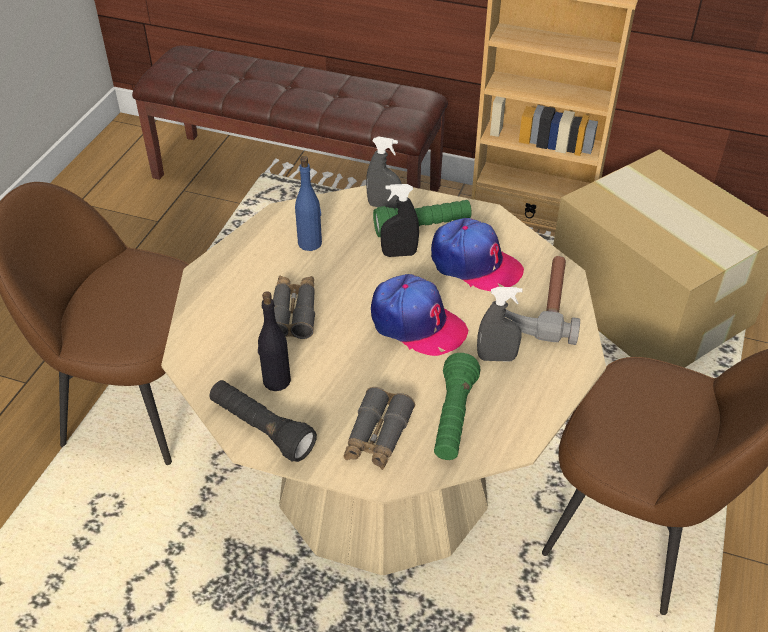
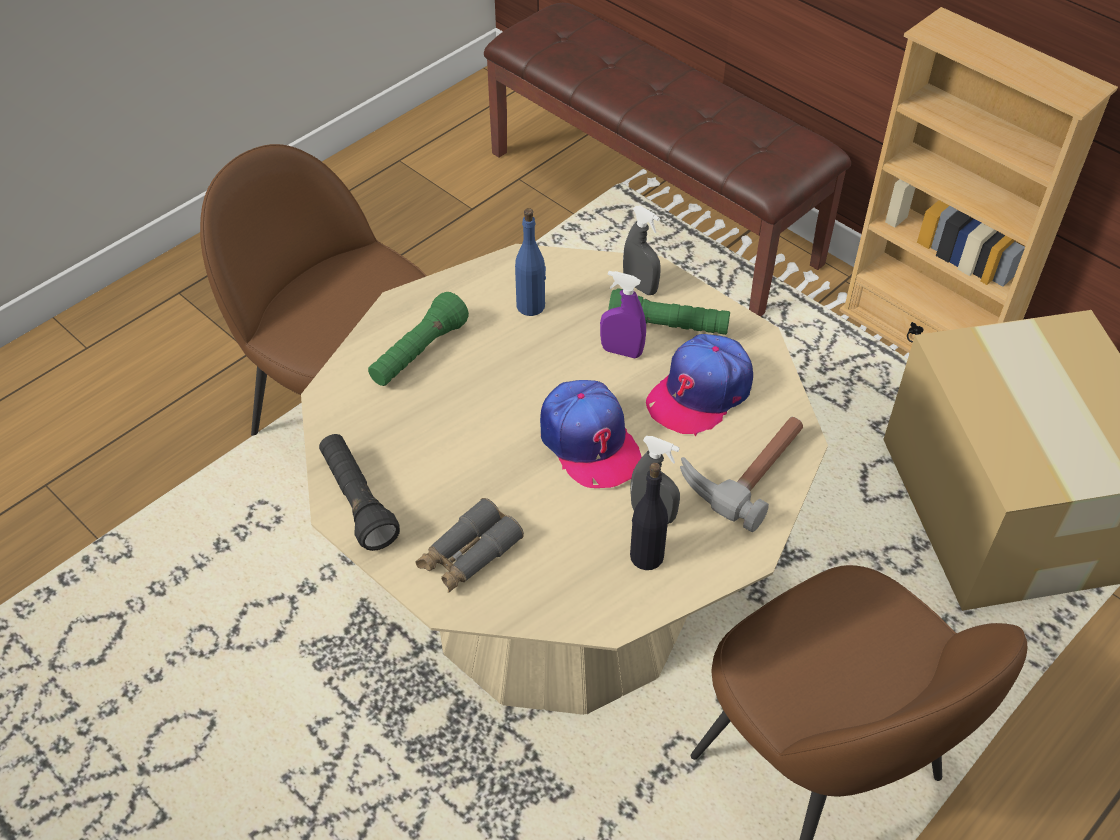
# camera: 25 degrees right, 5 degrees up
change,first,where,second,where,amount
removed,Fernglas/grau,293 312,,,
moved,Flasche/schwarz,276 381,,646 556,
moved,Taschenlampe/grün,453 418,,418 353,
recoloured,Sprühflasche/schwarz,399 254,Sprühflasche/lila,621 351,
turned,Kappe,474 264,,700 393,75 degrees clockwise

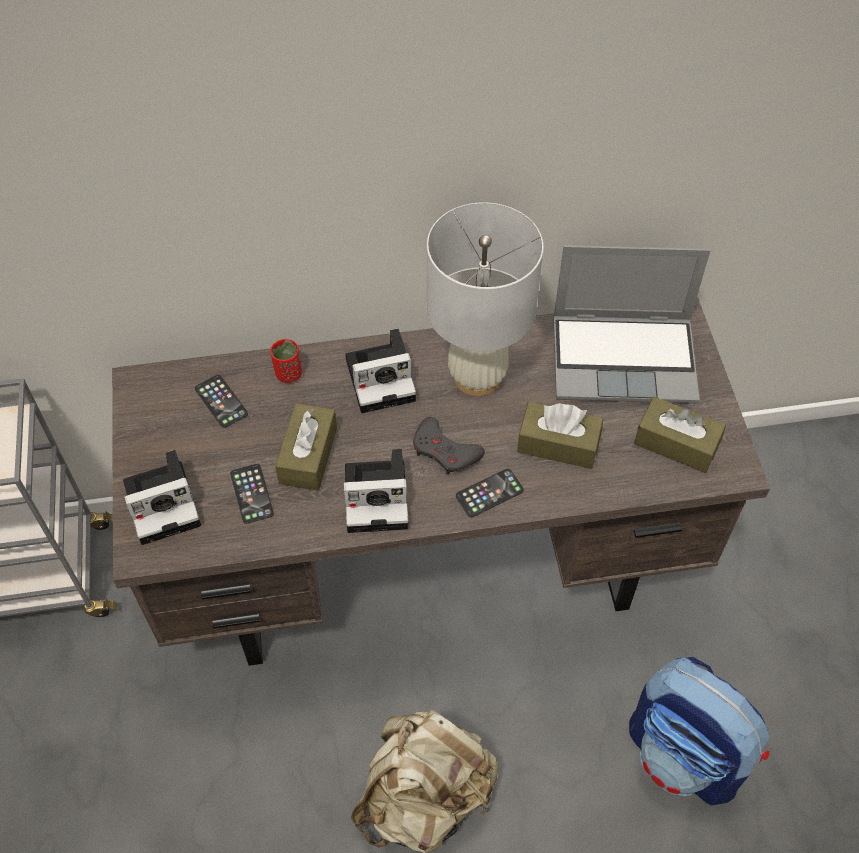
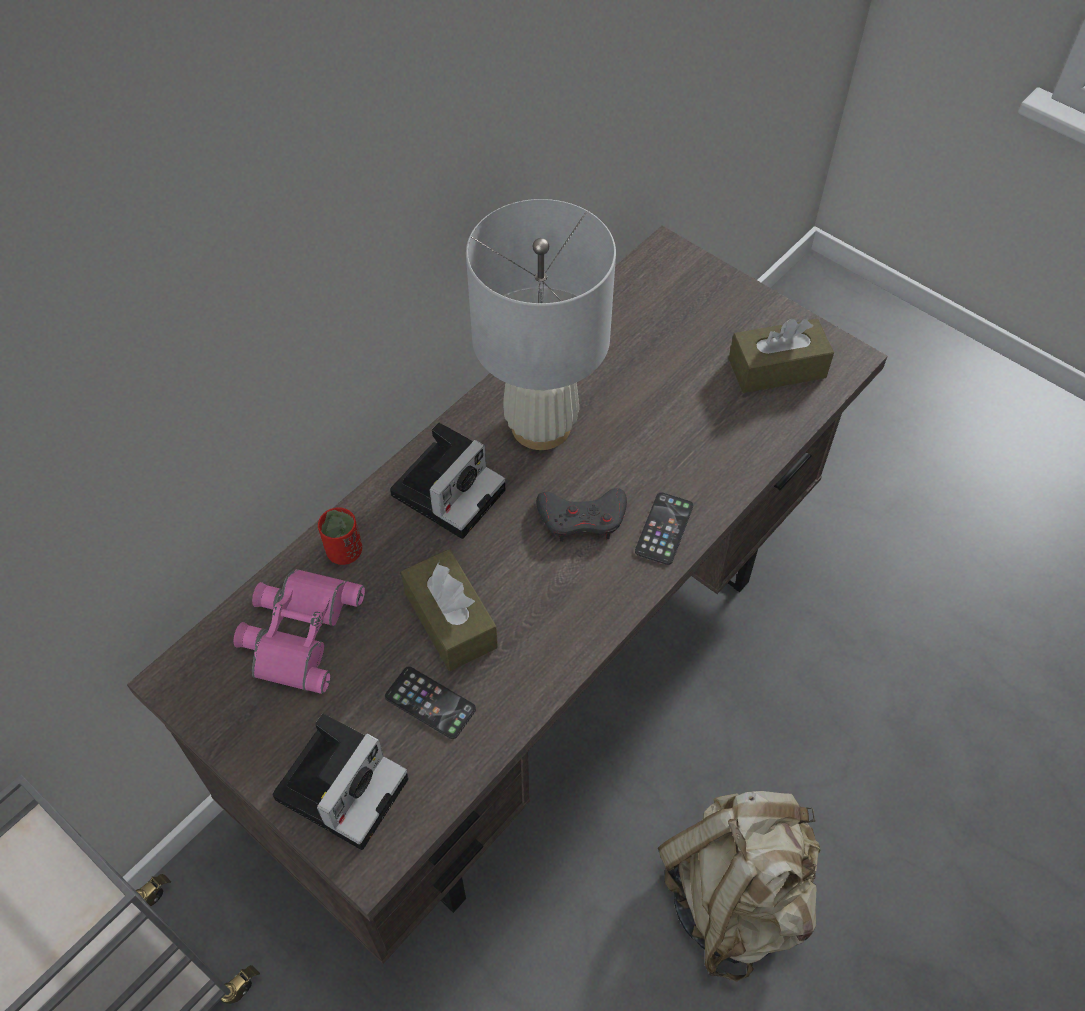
# camera: 40 degrees left, 0 degrees up
change,first,where,second,where,amount
removed,Kamera,379 497,,,
removed,Taschentuchbox/braun,558 444,,,
removed,Laptop,625 359,,,
removed,Rucksack,685 755,,,
replaced,Handy,221 401,Fernglas/rosa,297 631,

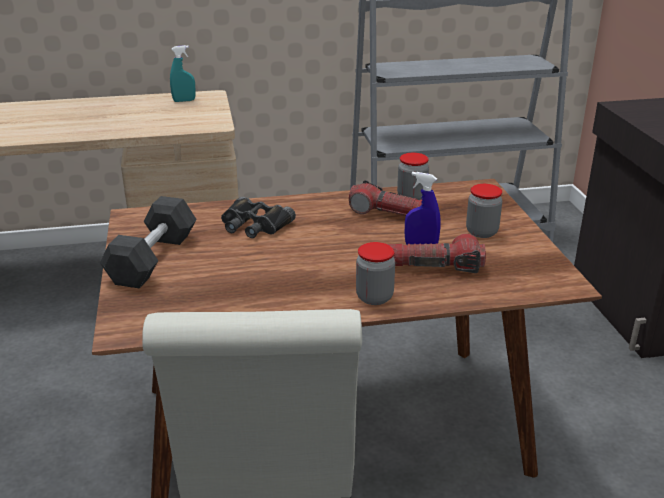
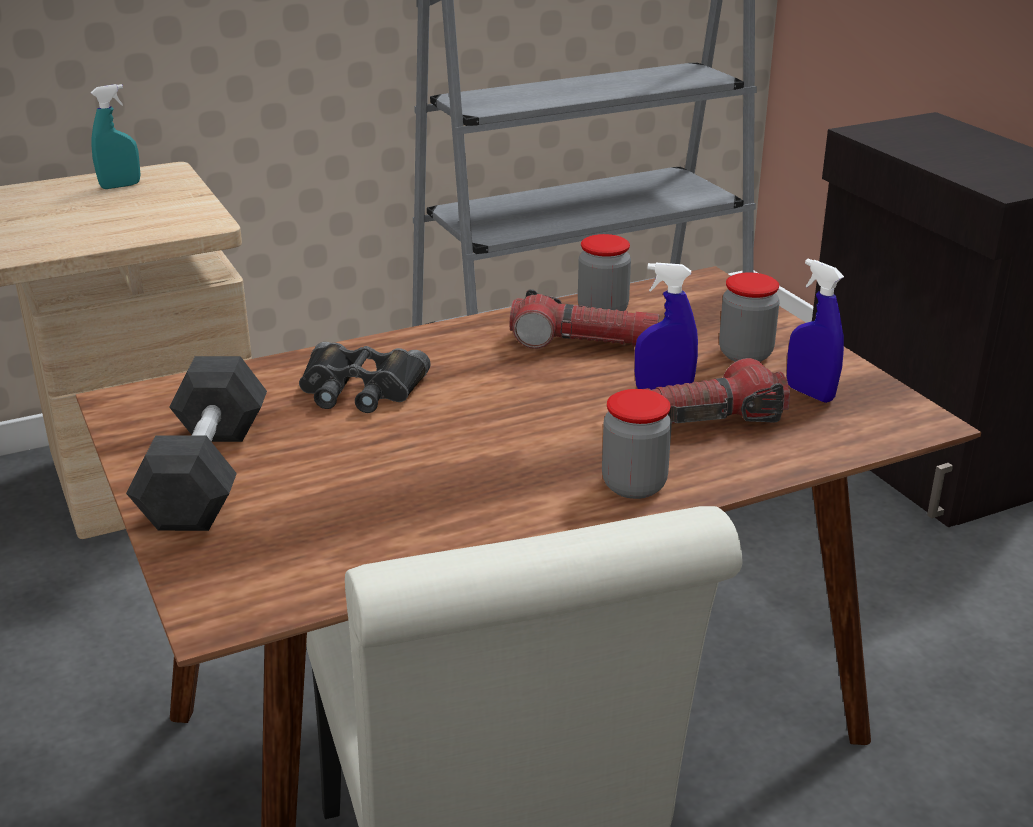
# camera: 15 degrees left, 0 degrees up
change,first,where,second,where,amount
added,,,Sprühflasche/blau,810 393,

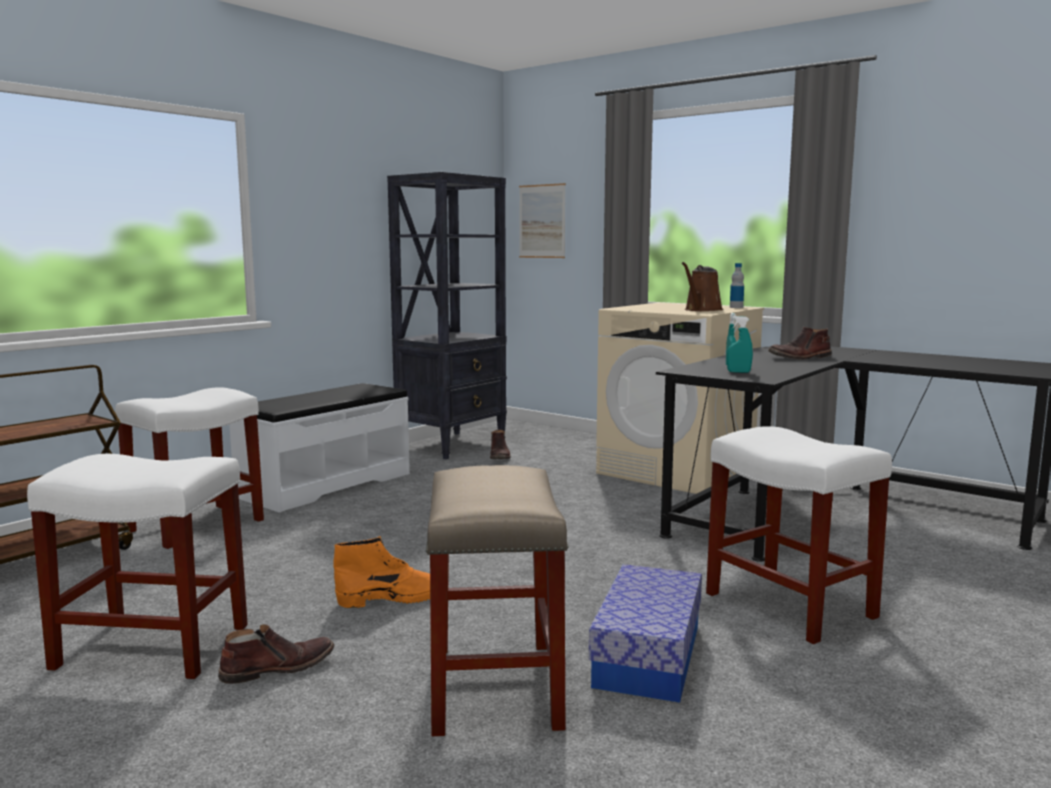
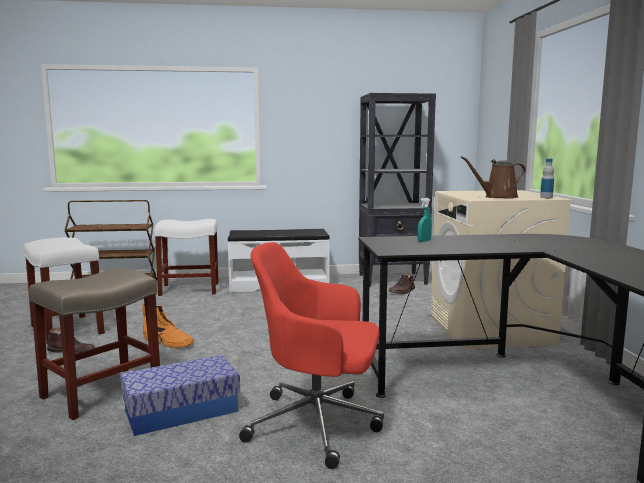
# camera: 45 degrees right, 0 degrees up
change,first,where,second,where,amount
removed,Bild,542 221,,,
removed,Sprühflasche/türkis,738 372,,,
removed,Stiefel/braun,800 357,,,
replaced,Hocker/weiß,787 604,Bürostuhl/rot,318 424,

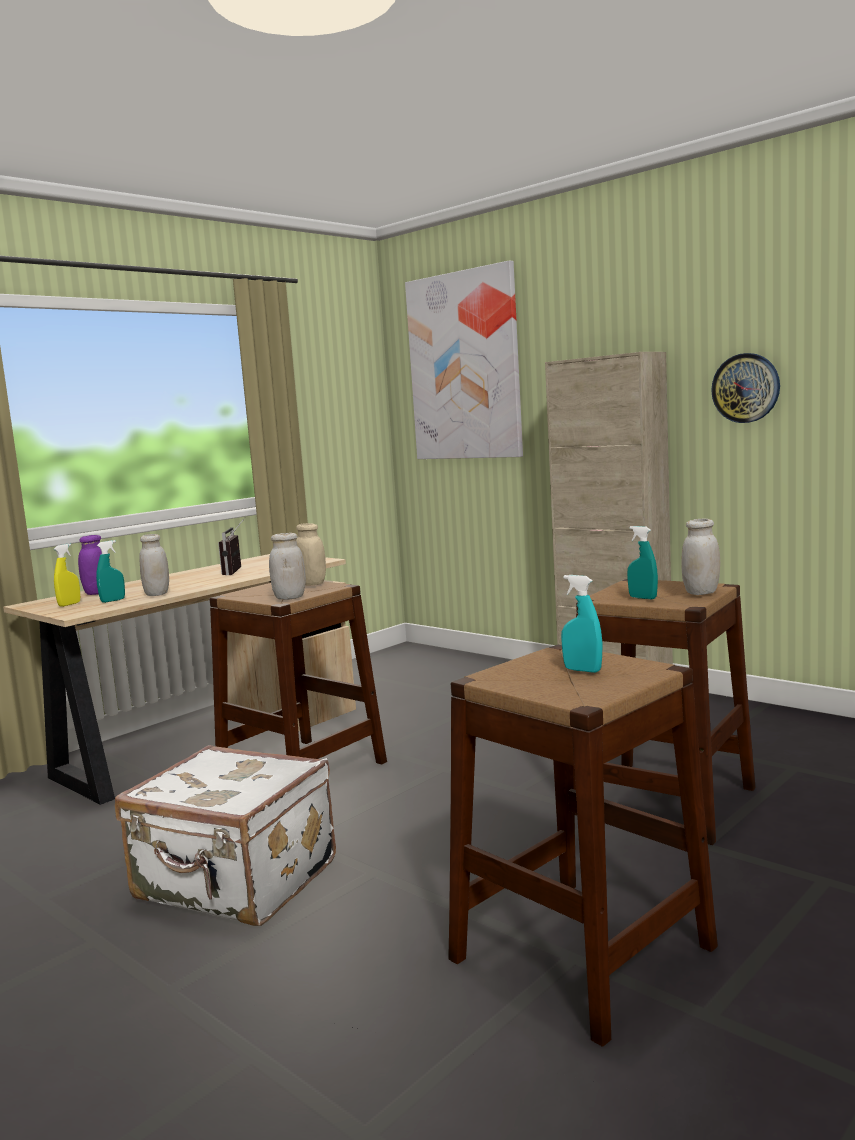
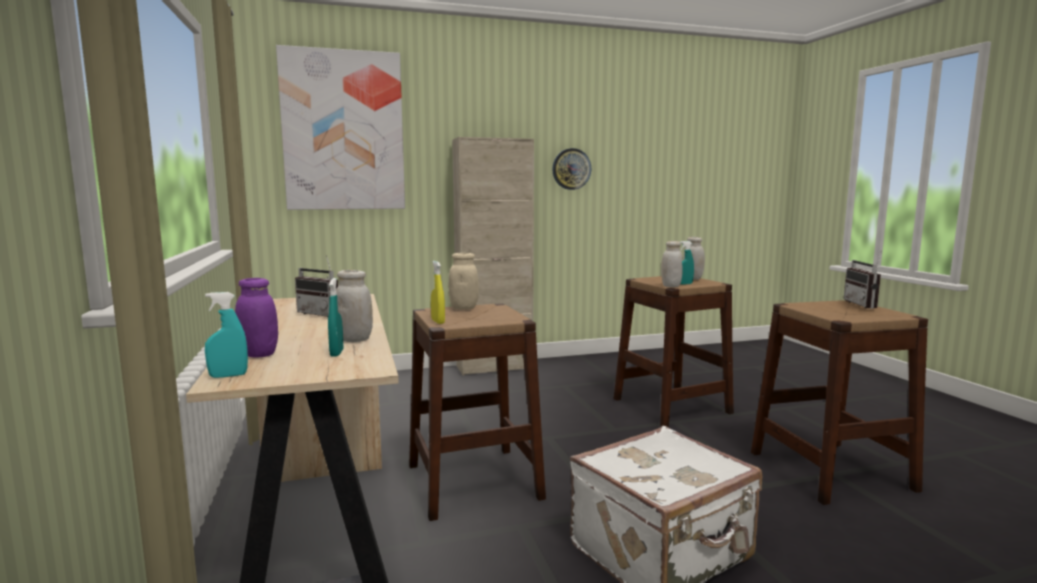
# camera: 60 degrees left, 0 degrees up
change,first,where,second,where,amount
added,,,Radio,865 305,
moved,Sprühflasche/gelb,69 604,,438 322,
moved,Vorratsglas/weiß,289 597,,671 286,
moved,Sprühflasche/türkis,582 670,,228 376,

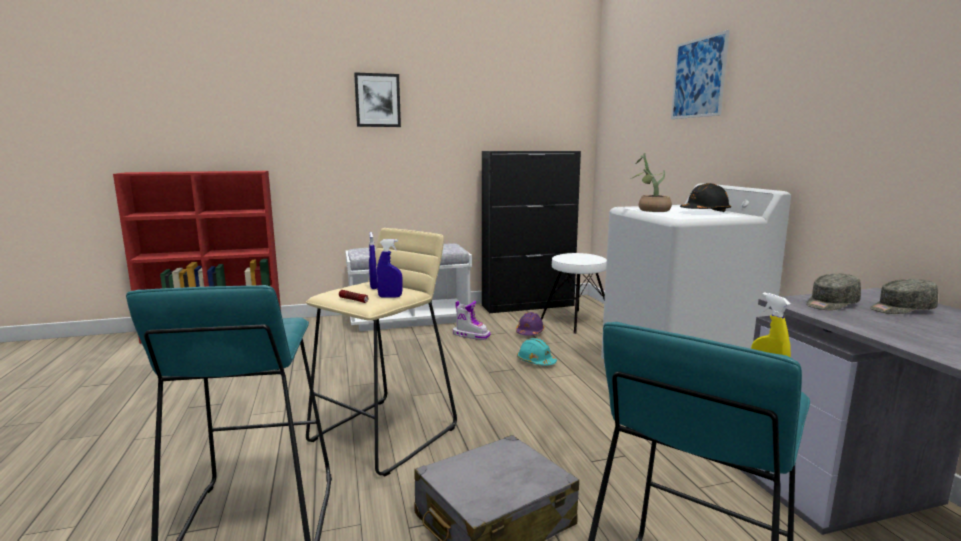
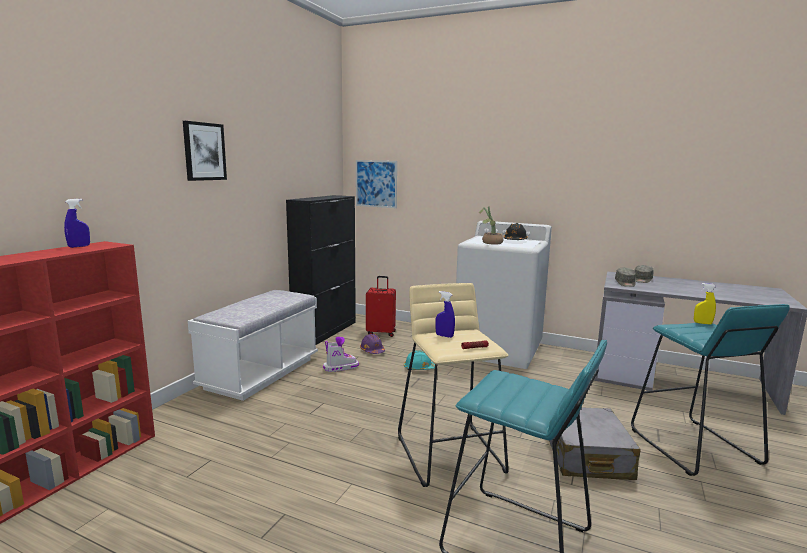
# camera: 50 degrees left, 0 degrees up
change,first,where,second,where,amount
moved,Sprühflasche/blau,390 297,,79 246,
moved,Bild,698 78,,376 183,
replaced,Hocker/weiß,577 321,Koffer/rot,381 333,

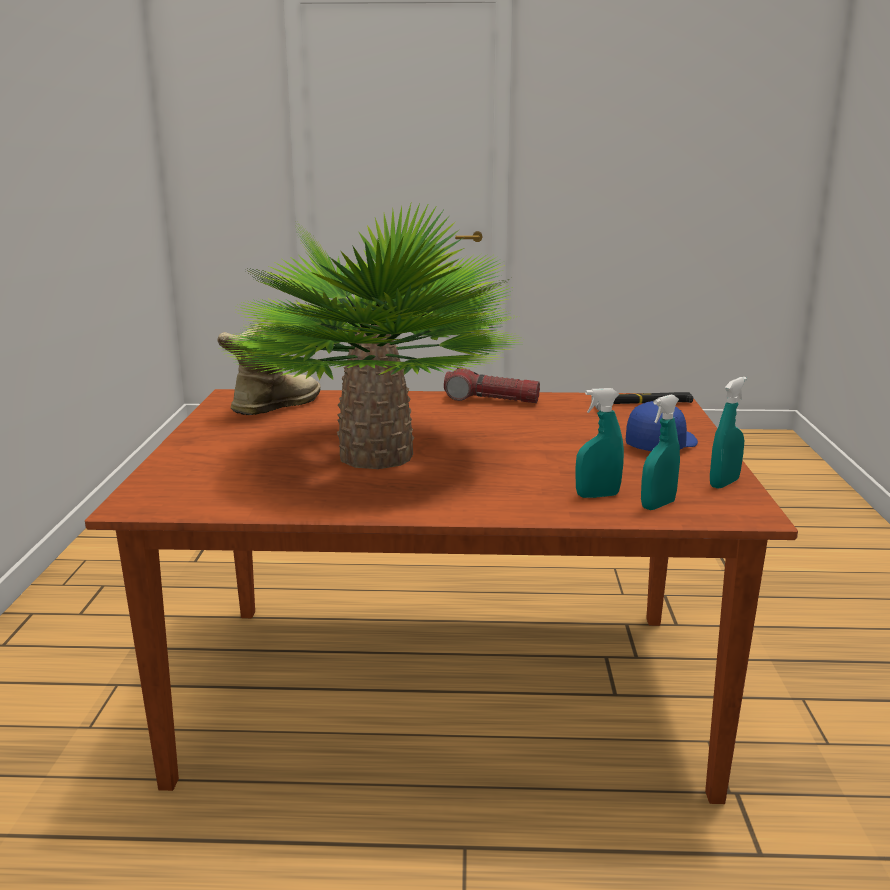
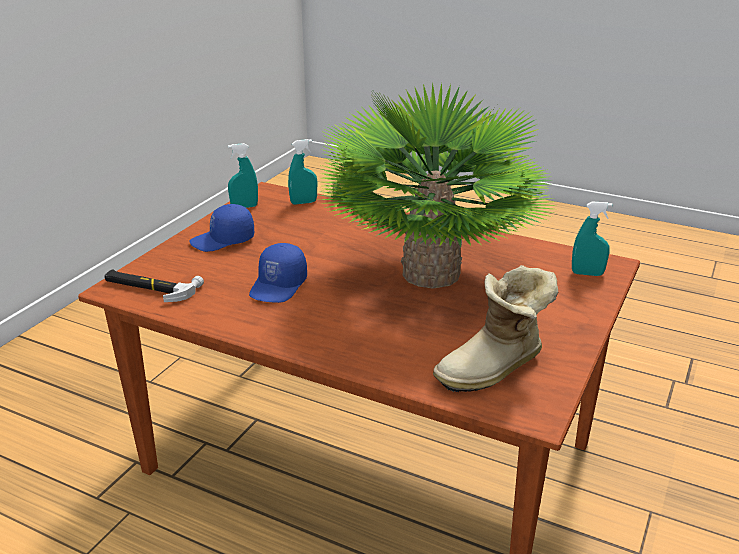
# camera: 155 degrees left, 10 degrees up
change,first,where,second,where,amount
removed,Taschenlampe,491 400,,,
added,,,Kappe/blau,279 286,
moved,Sprühflasche/türkis,597 495,,587 273,

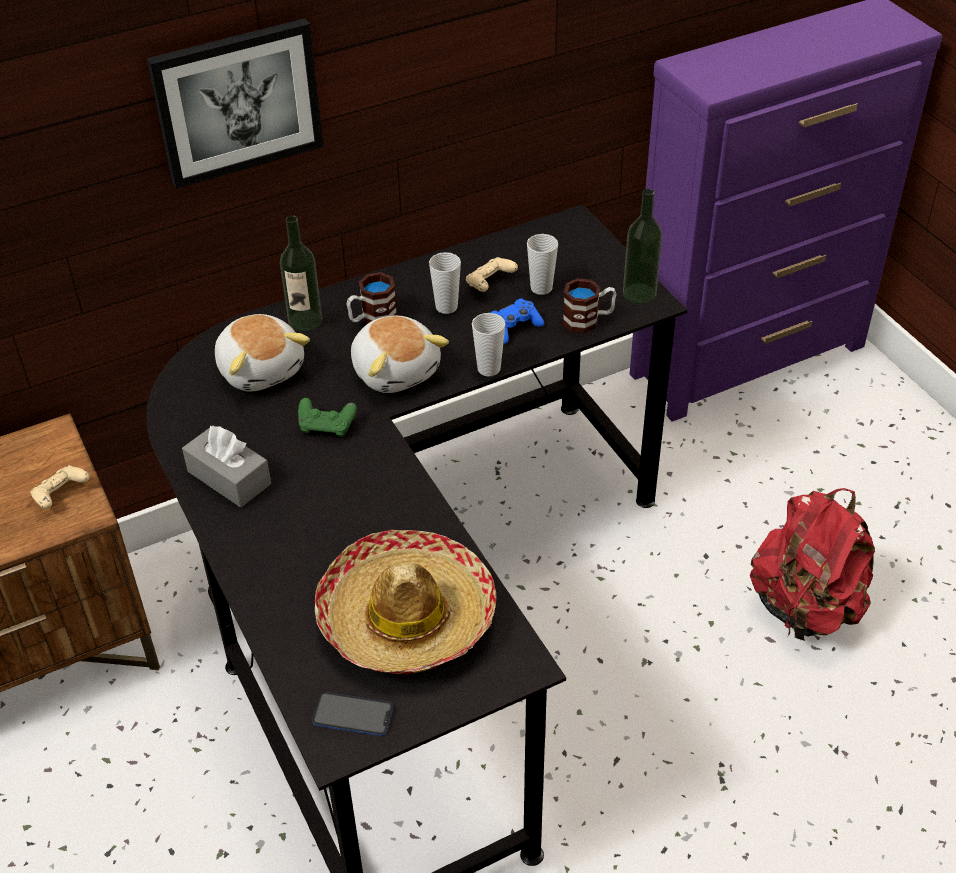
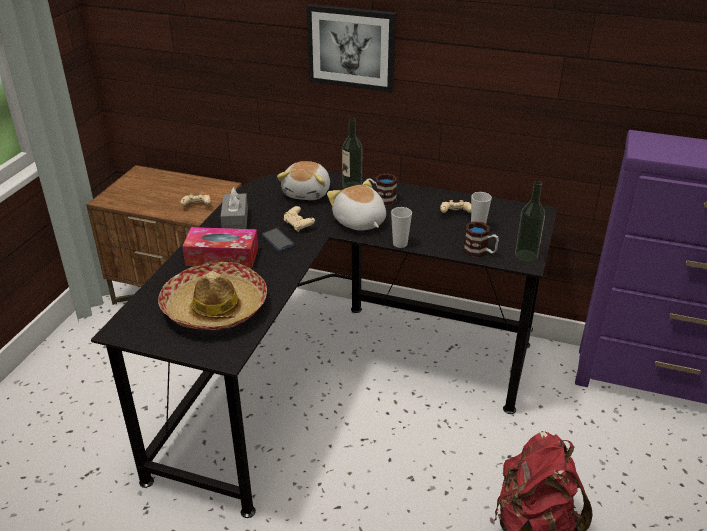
# camera: 45 degrees right, 10 degrees down
change,first,where,second,where,amount
removed,Tasse,446 307,,,
removed,Gamepad/blau,514 327,,,
added,,,Taschentuchbox,222 256,
moved,Handy,353 715,,277 240,
recoloured,Gamepad/grün,327 426,Gamepad/beige,298 225,
turned,Plüschtier,396 370,,359 222,135 degrees clockwise

